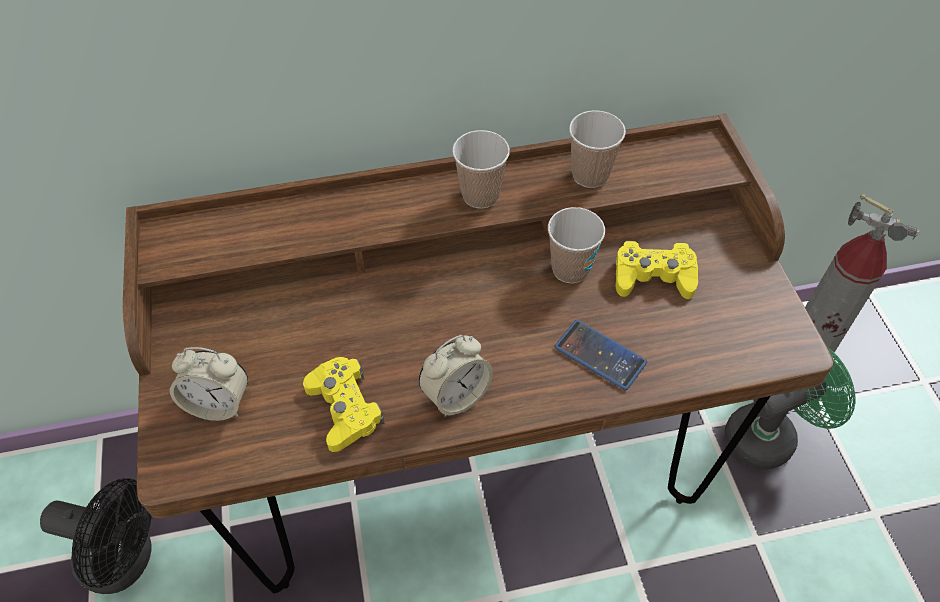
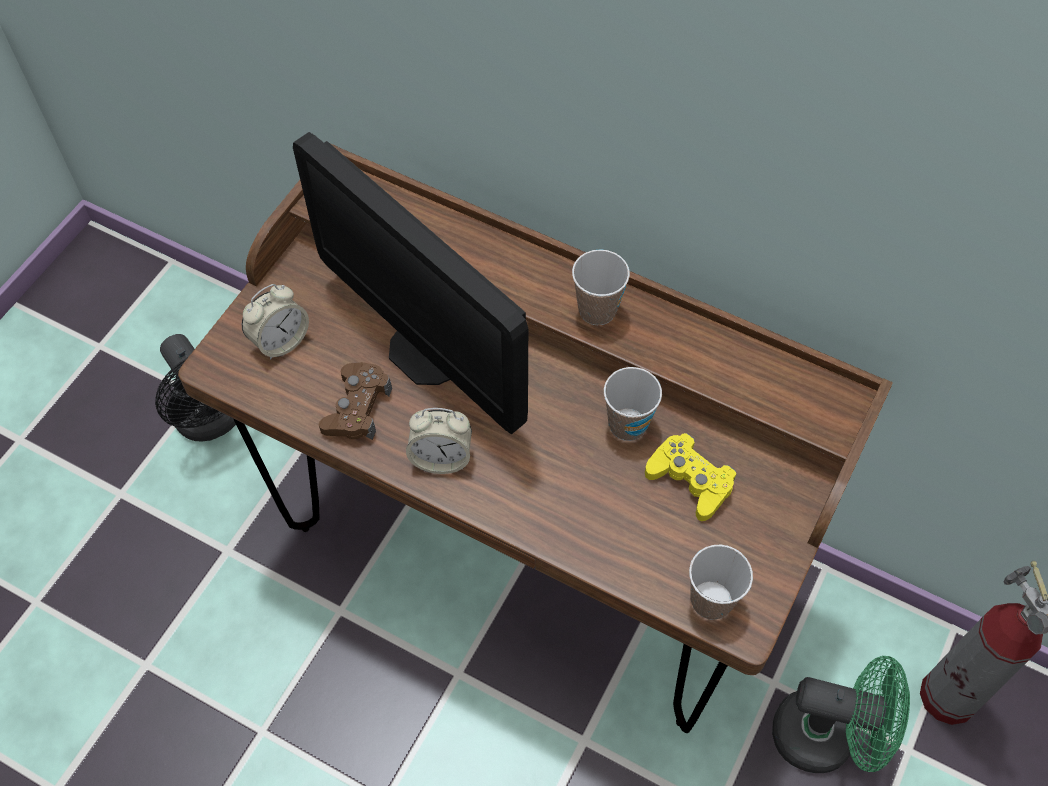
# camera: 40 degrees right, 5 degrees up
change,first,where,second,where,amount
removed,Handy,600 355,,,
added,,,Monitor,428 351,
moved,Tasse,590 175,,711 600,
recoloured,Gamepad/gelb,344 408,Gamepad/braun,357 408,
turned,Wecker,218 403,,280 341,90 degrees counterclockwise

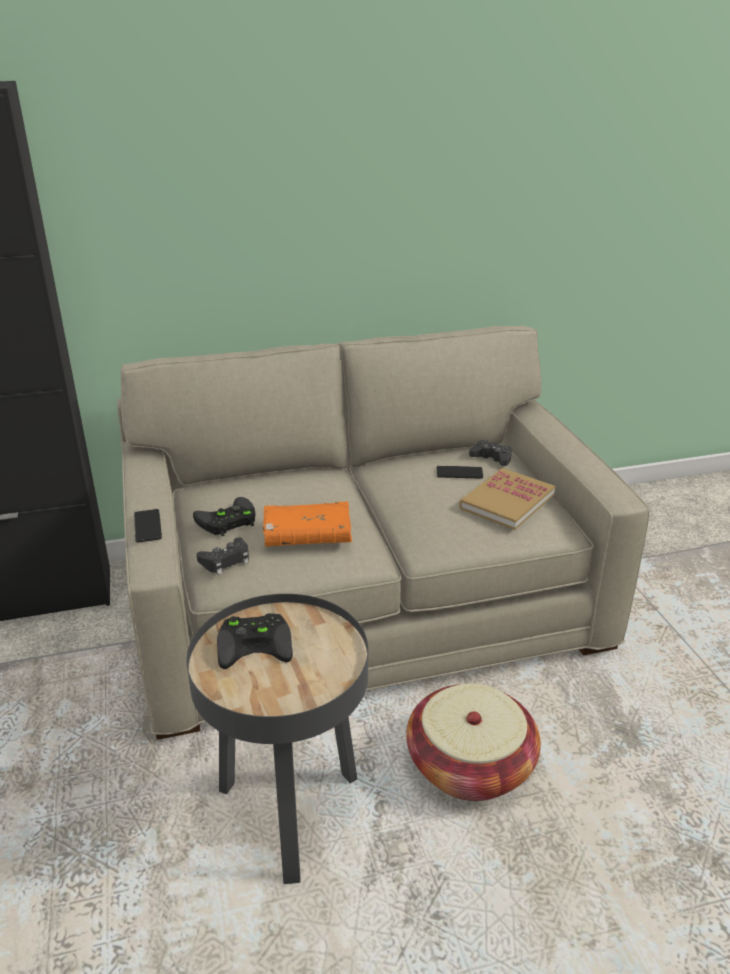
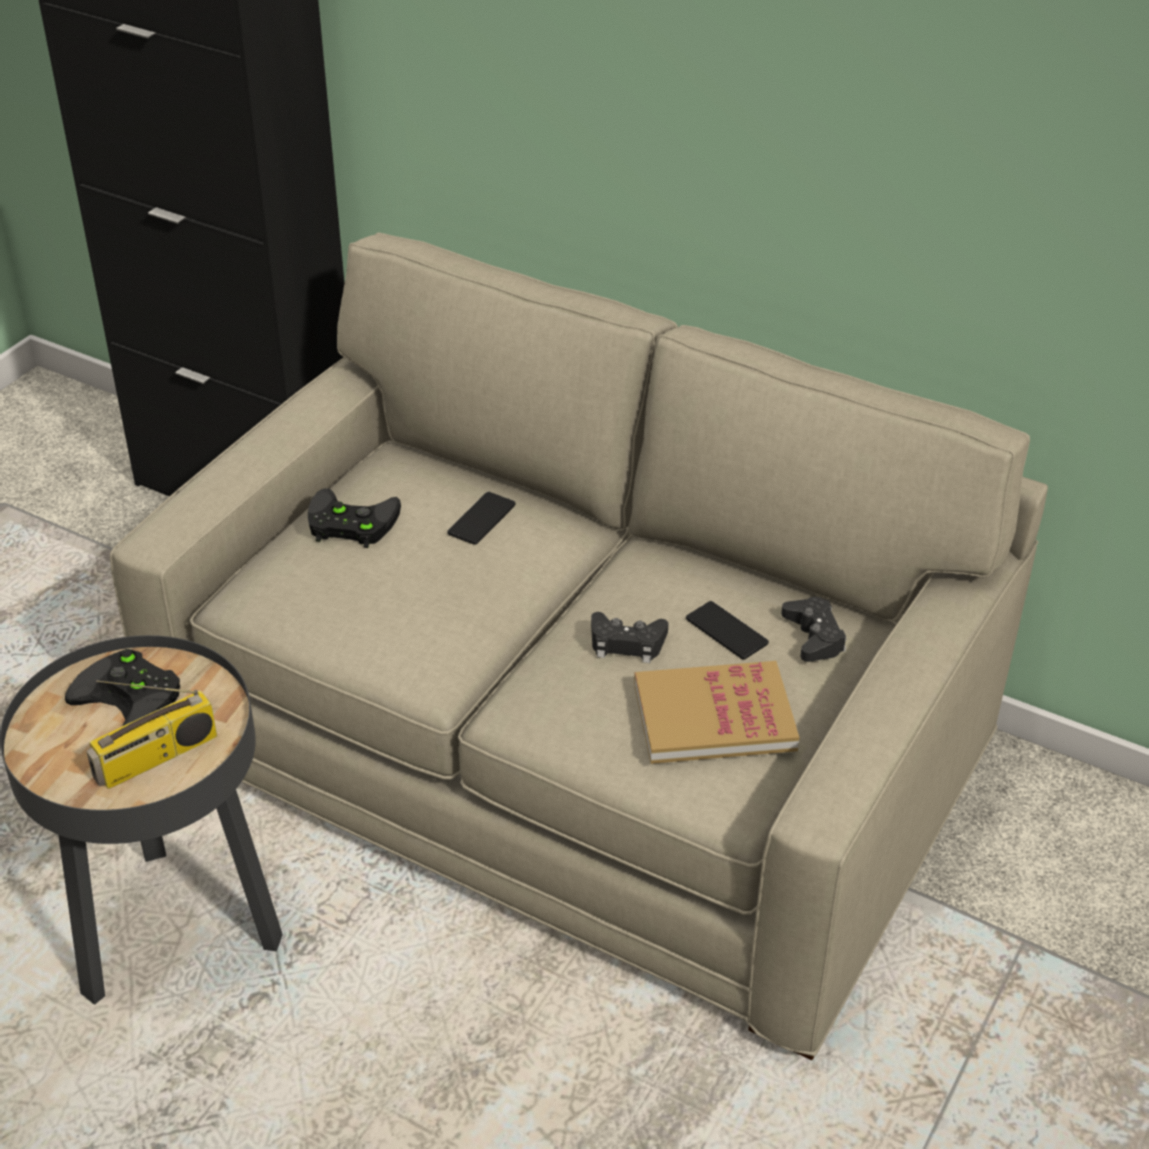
# camera: 45 degrees right, 10 degrees up
change,first,where,second,where,amount
removed,Buch/orange,307 536,,,
removed,Korb,470 765,,,
added,,,Radio,156 758,
moved,Handy,147 526,,481 519,
moved,Gamepad/schwarz,226 561,,626 643,

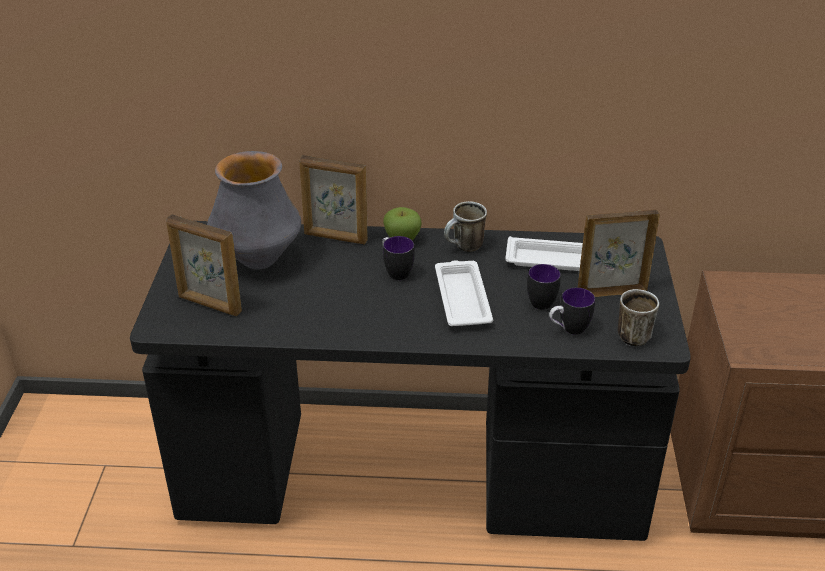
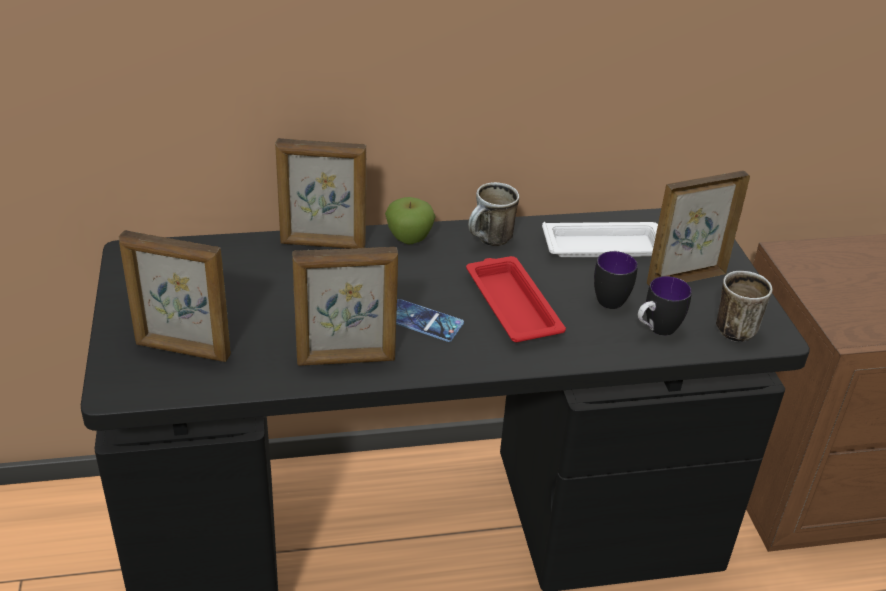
# camera: 15 degrees left, 0 degrees up
change,first,where,second,where,amount
removed,Vase,258 261,,,
removed,Henkelbecher,395 271,,,
added,,,Bilderrahmen,346 360,
added,,,Handy,423 321,
recoloured,Tablett/weiß,462 298,Tablett/rot,511 304,

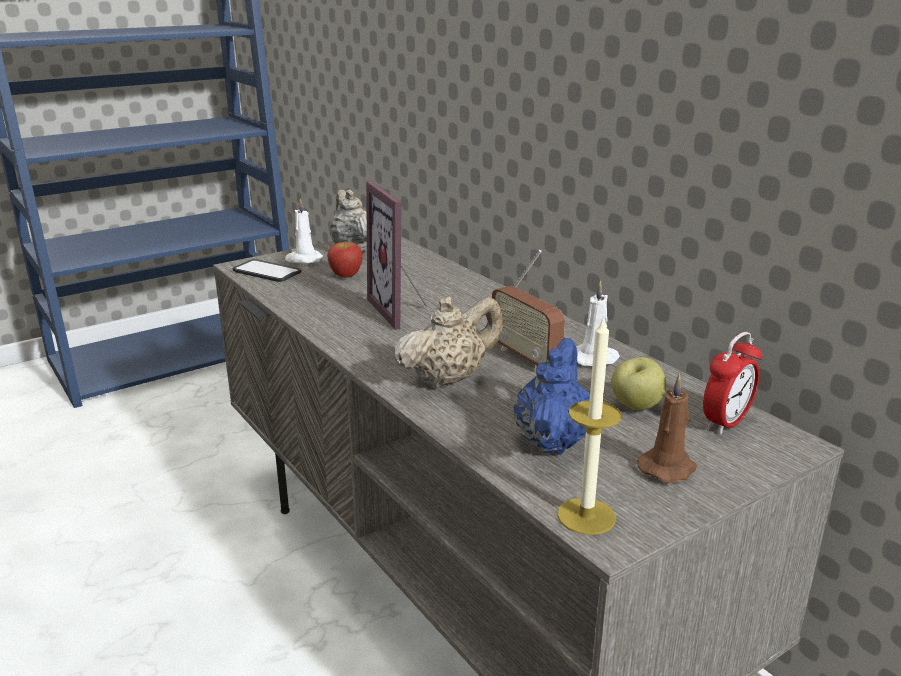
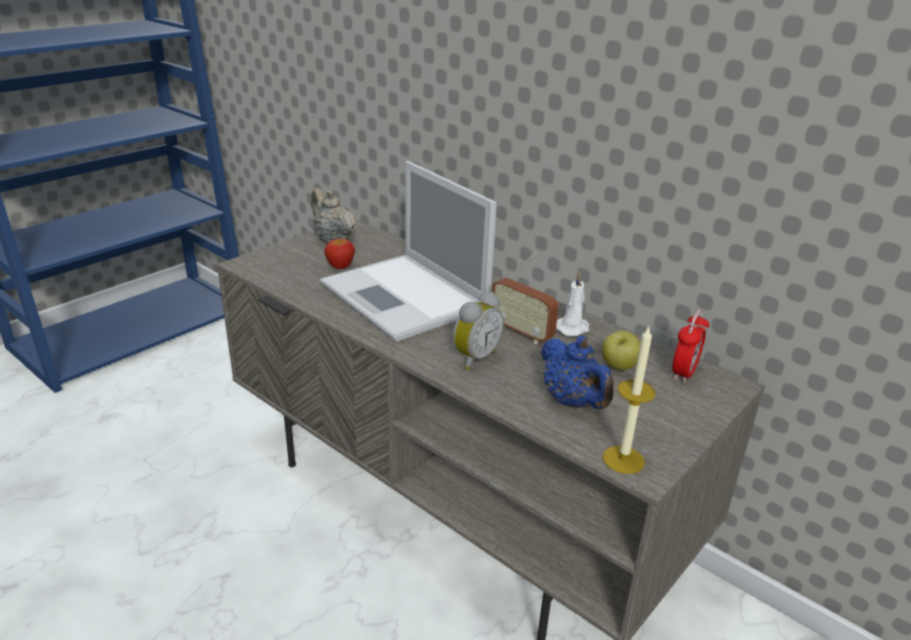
# camera: 15 degrees left, 5 degrees up
change,first,where,second,where,amount
removed,Handy,267 272,,,
removed,Kerze/weiß,303 259,,,
removed,Kerze/braun,668 467,,,
replaced,Bilderrahmen,403 310,Laptop,406 297,
replaced,Teekanne/beige,449 379,Wecker,474 358,
turned,Teekanne/blau,552 440,,573 402,150 degrees clockwise

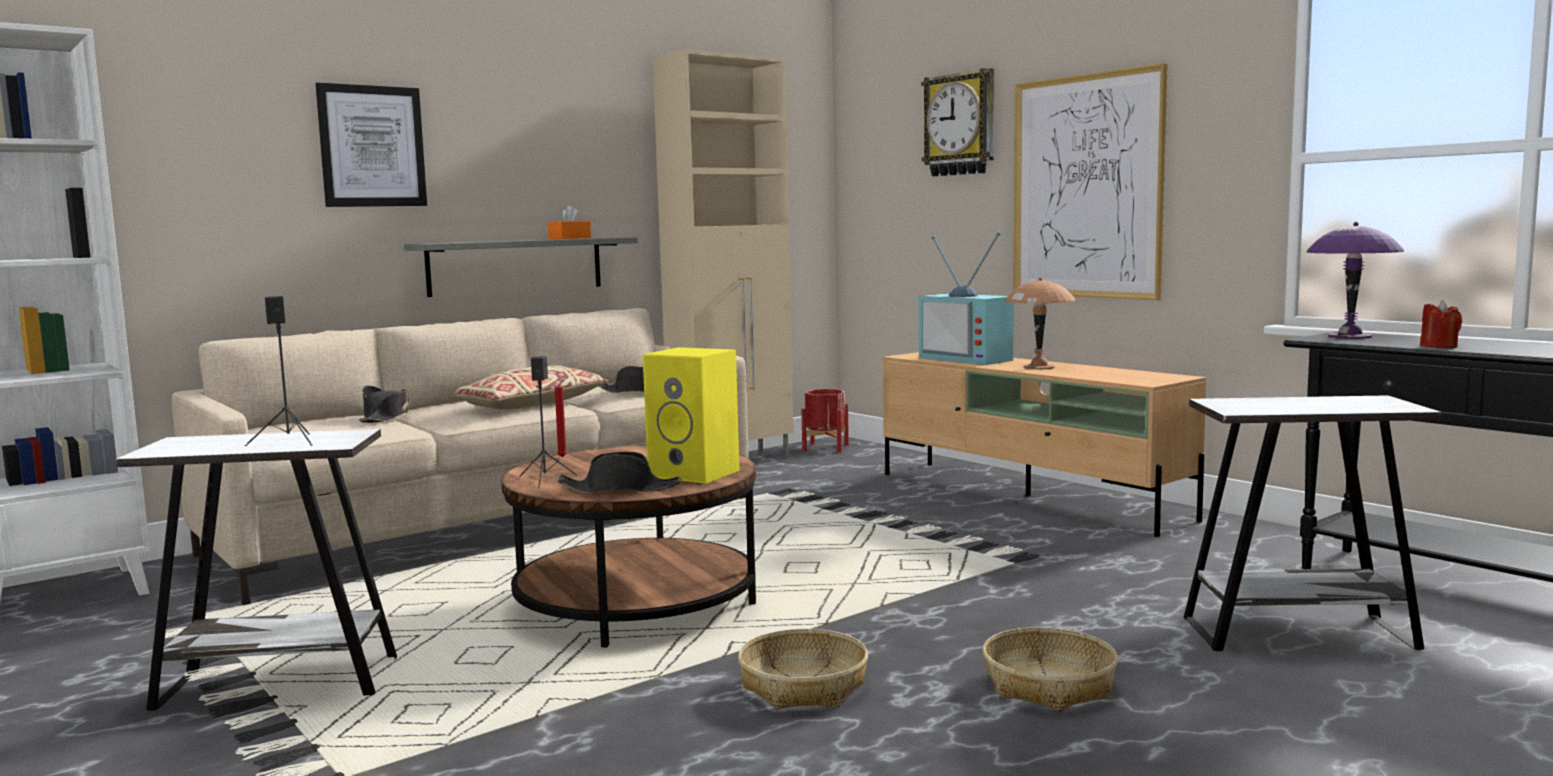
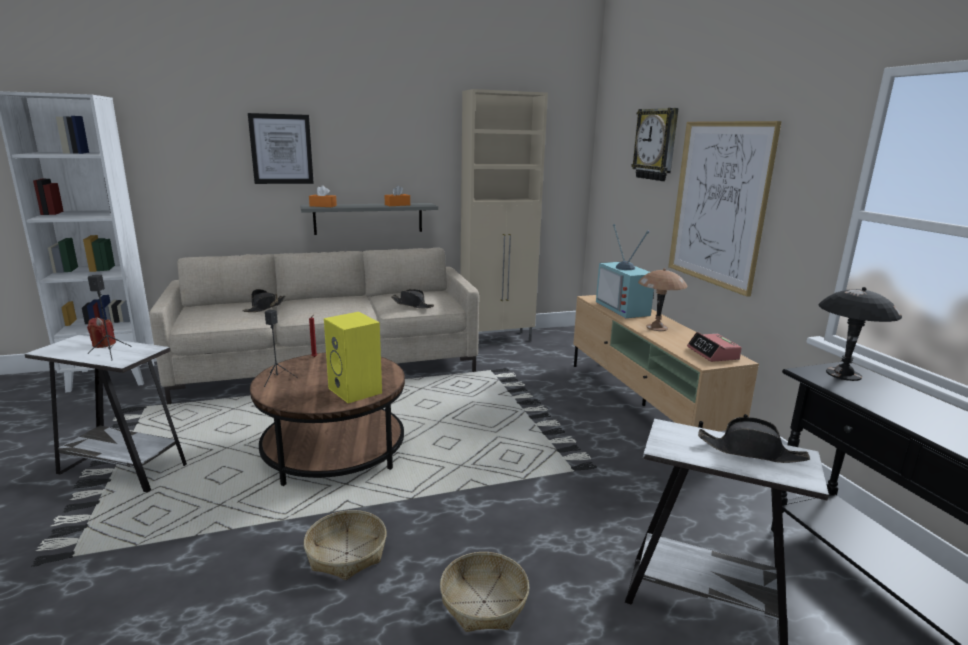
# camera: 20 degrees right, 10 degrees up
change,first,where,second,where,amount
removed,Kissen/beige,531 405,,,
removed,Pflanzkübel/rot,825 448,,,
added,,,Taschentuchbox/orange,323 206,
added,,,Wecker,713 353,
moved,Hut/schwarz,620 489,,751 451,
moved,Kerze/rot,1439 346,,103 344,
recoloured,Tischlampe/lila,1349 336,Tischlampe/schwarz,842 374,

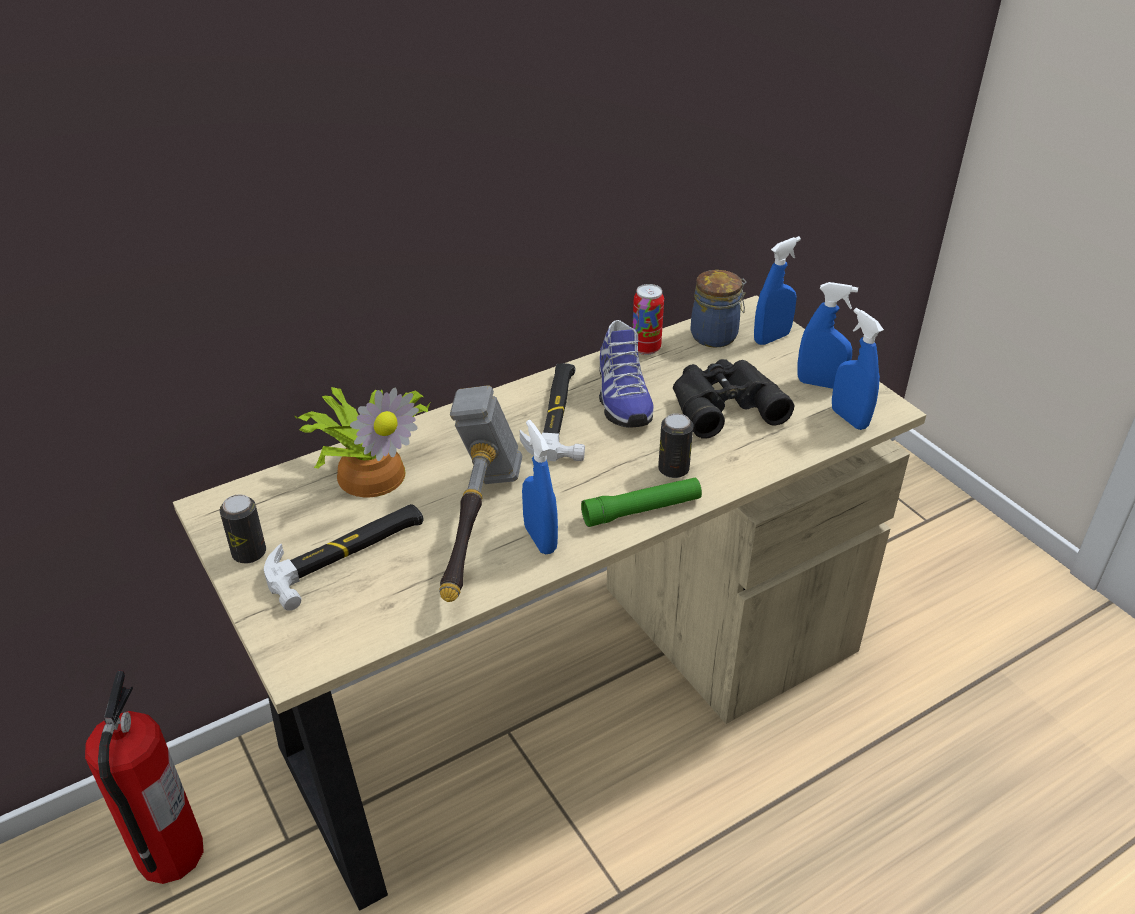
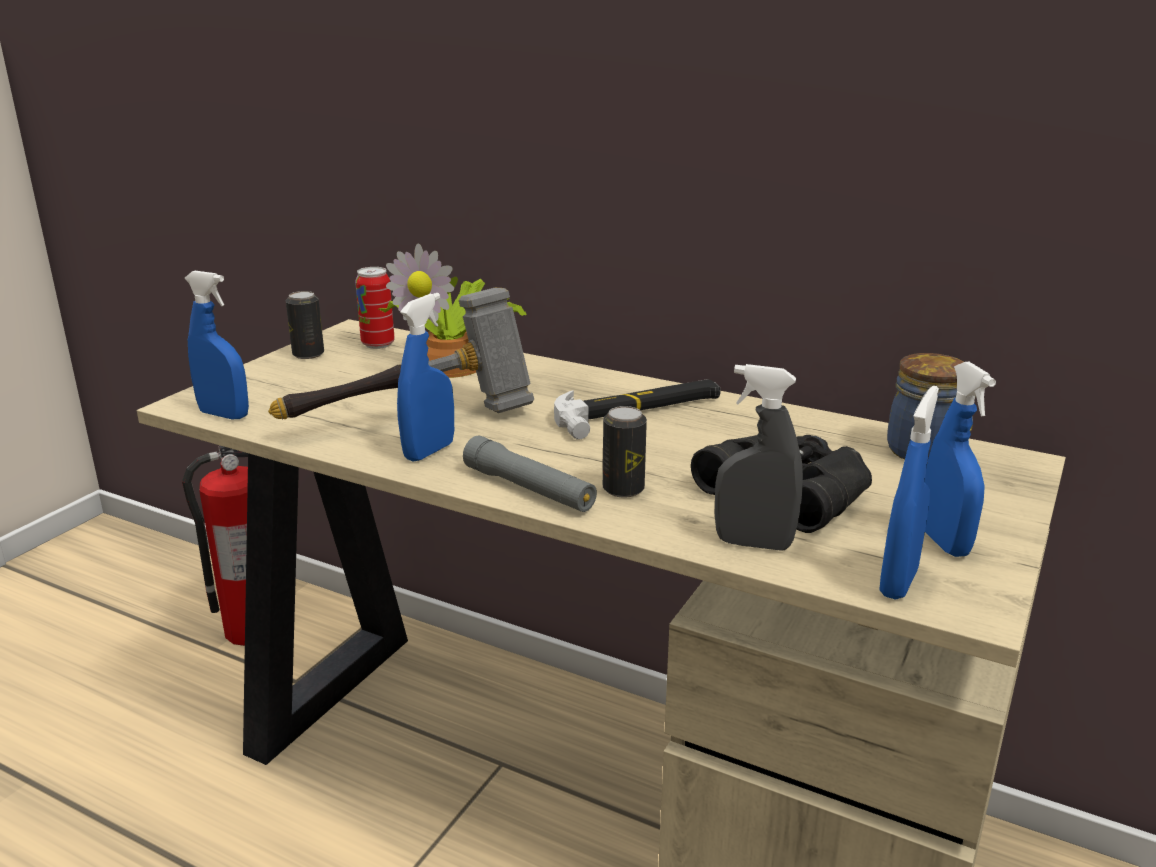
# camera: 60 degrees right, 15 degrees down
change,first,where,second,where,amount
removed,Hammer,348 554,,,
removed,Schuh,621 397,,,
added,,,Sprühflasche/grau,753 543,
moved,Dose,646 348,,378 344,
moved,Sprühflasche/blau,771 338,,224 415,
recoloured,Taschenlampe/grün,642 510,Taschenlampe/grau,529 489,

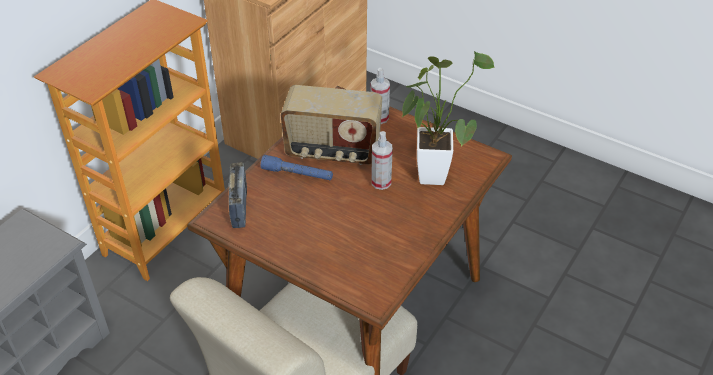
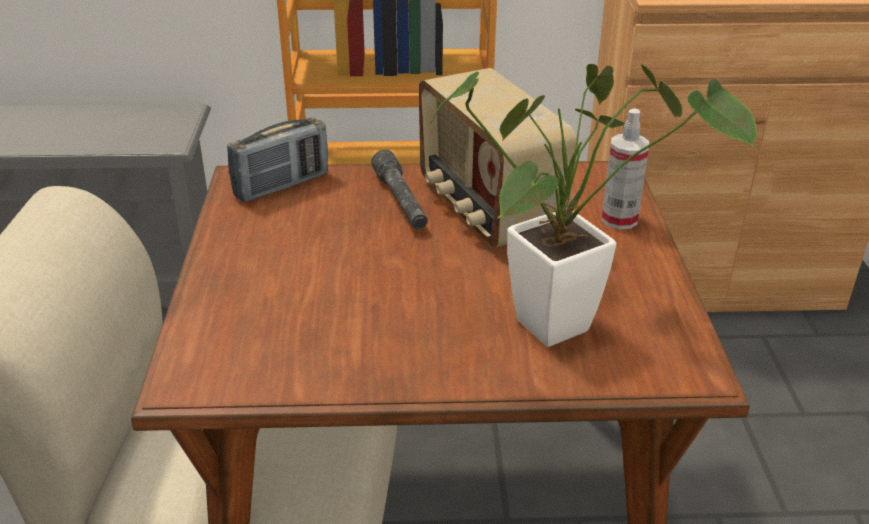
# camera: 55 degrees right, 10 degrees down
change,first,where,second,where,amount
removed,Sprühflasche,381 182,,,
recoloured,Taschenlampe/blau,297 174,Taschenlampe/grau,400 201,

